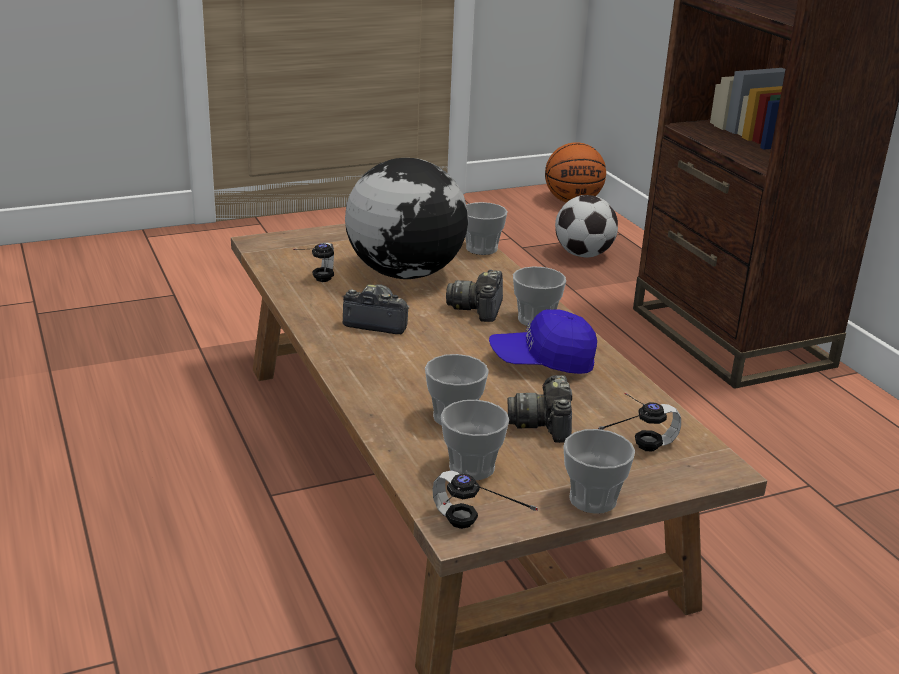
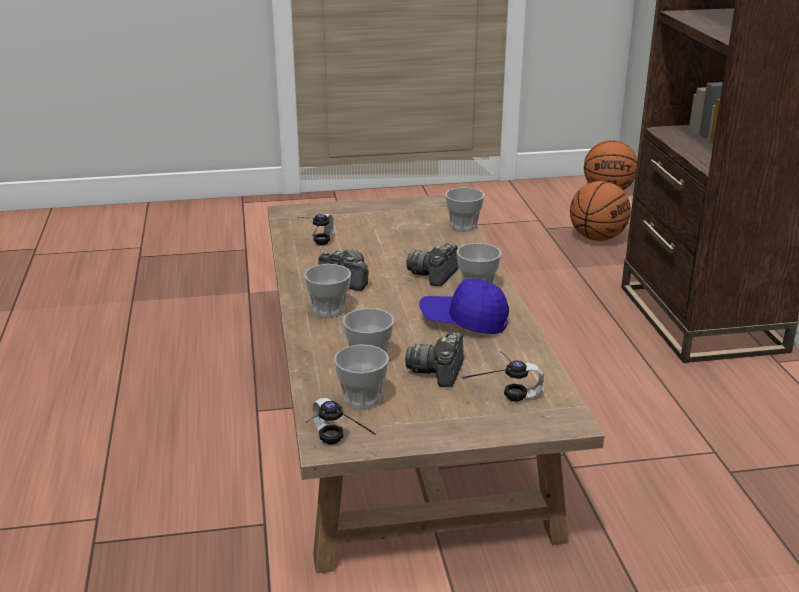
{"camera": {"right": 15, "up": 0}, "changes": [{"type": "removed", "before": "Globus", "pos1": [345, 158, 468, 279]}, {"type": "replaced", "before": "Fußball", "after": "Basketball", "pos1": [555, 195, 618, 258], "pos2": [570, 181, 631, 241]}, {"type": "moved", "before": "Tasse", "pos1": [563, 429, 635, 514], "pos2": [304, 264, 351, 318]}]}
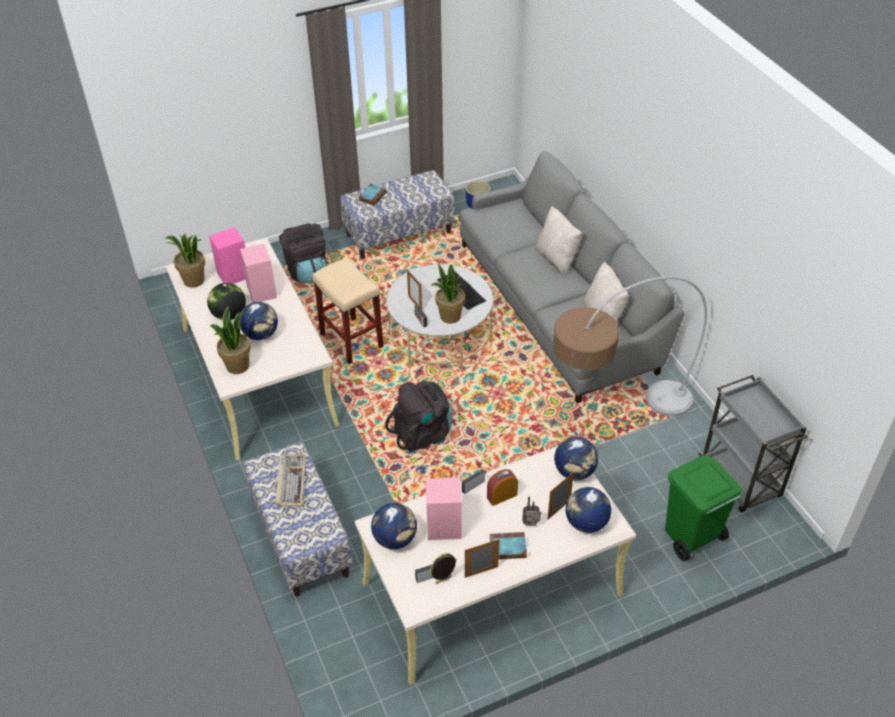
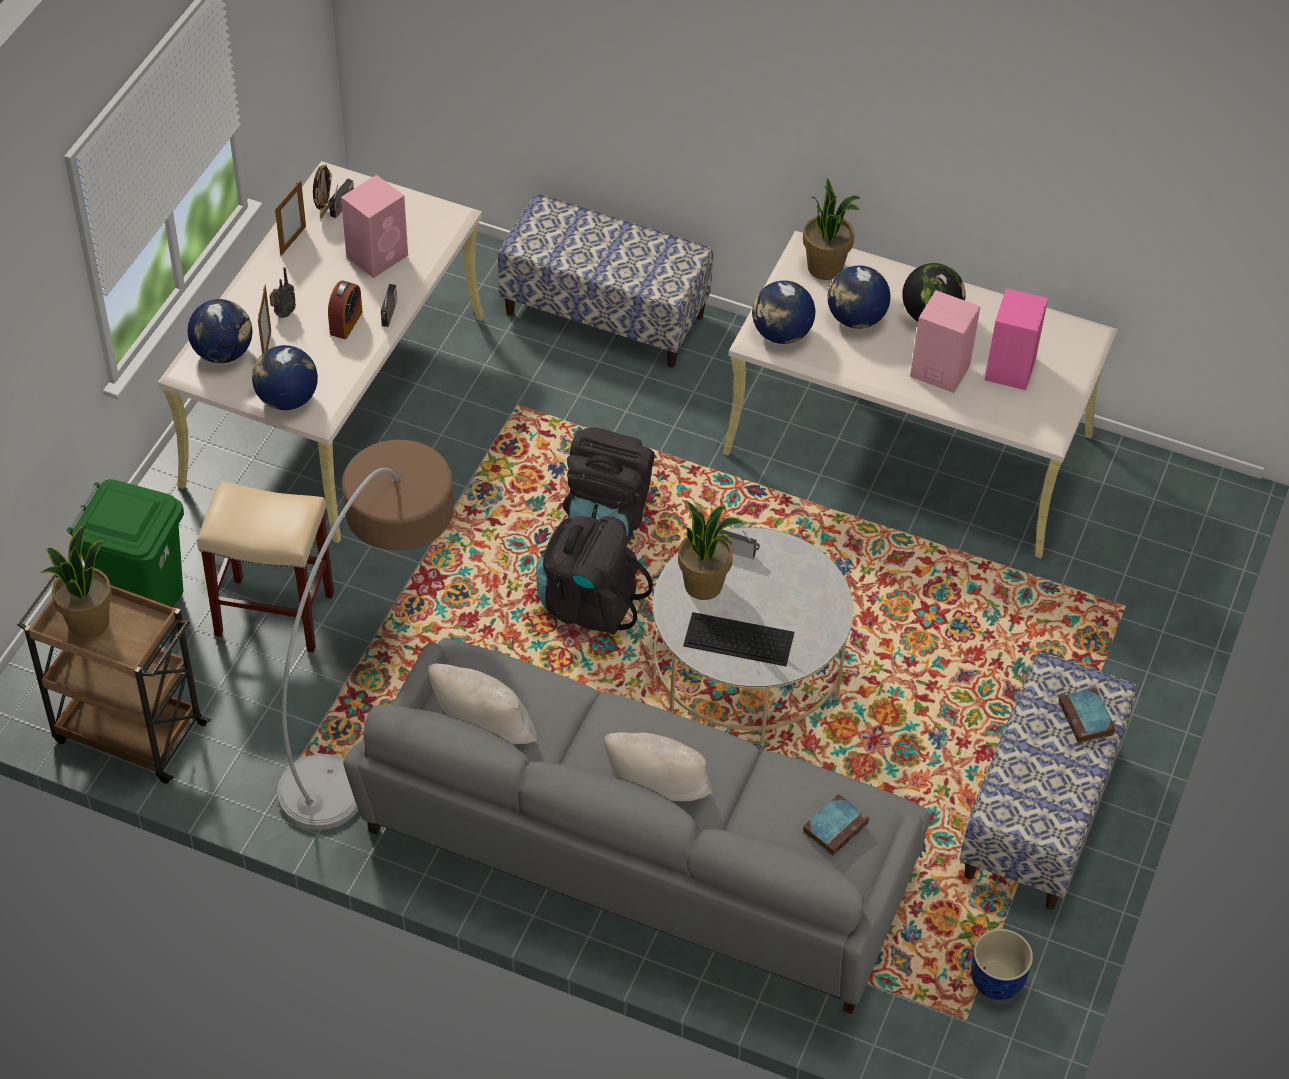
{"camera": {"right": 135, "up": 5}, "changes": [{"type": "moved", "before": "Topfpflanze", "pos1": [165, 234, 205, 288], "pos2": [41, 524, 112, 639]}, {"type": "removed", "before": "Tastatur", "pos1": [275, 454, 306, 506]}, {"type": "moved", "before": "Rucksack [schwarz]", "pos1": [279, 223, 328, 283], "pos2": [536, 516, 653, 635]}, {"type": "moved", "before": "Hocker [beige]", "pos1": [312, 258, 384, 364], "pos2": [197, 481, 334, 653]}, {"type": "moved", "before": "Globus", "pos1": [371, 503, 417, 549], "pos2": [752, 280, 815, 344]}, {"type": "removed", "before": "Bilderrahmen", "pos1": [407, 269, 422, 309]}, {"type": "moved", "before": "Buch", "pos1": [490, 532, 527, 560], "pos2": [803, 794, 869, 856]}, {"type": "recoloured", "before": "Rollwagen [grau]", "after": "Rollwagen [braun]", "pos1": [698, 375, 808, 513], "pos2": [17, 575, 211, 784]}]}
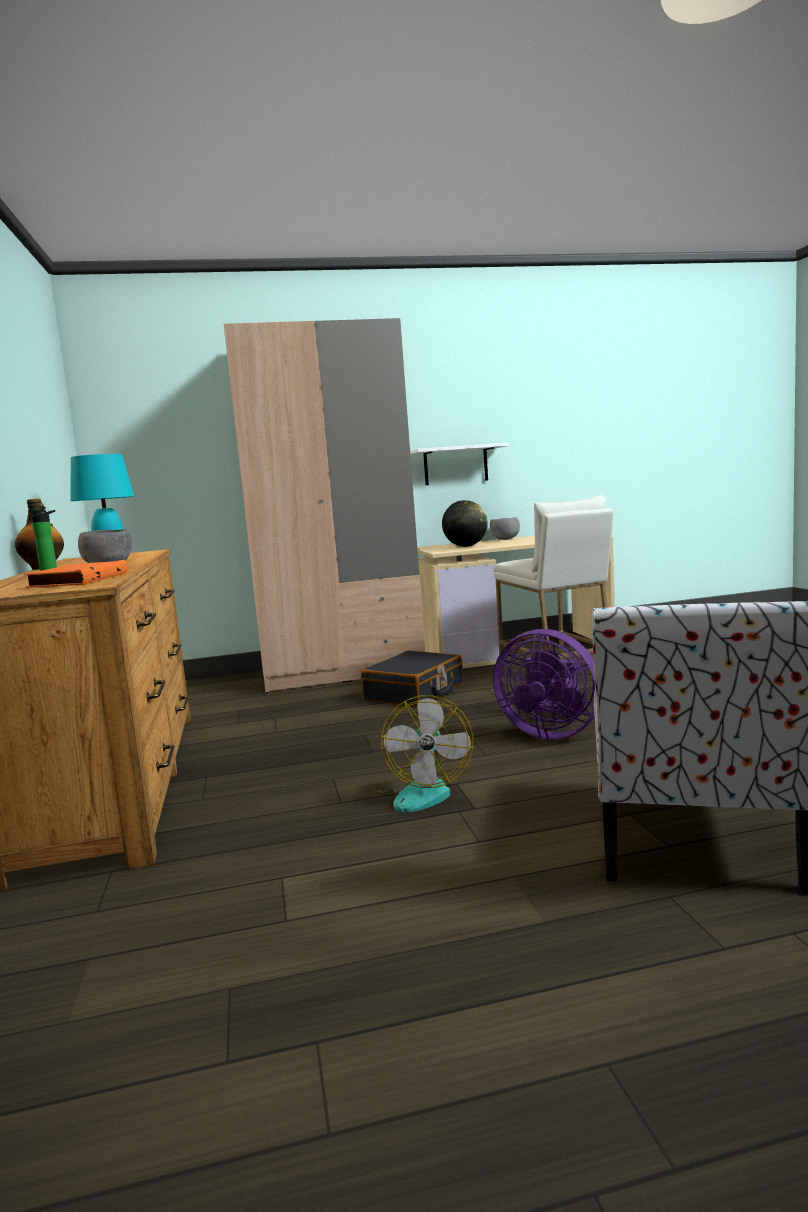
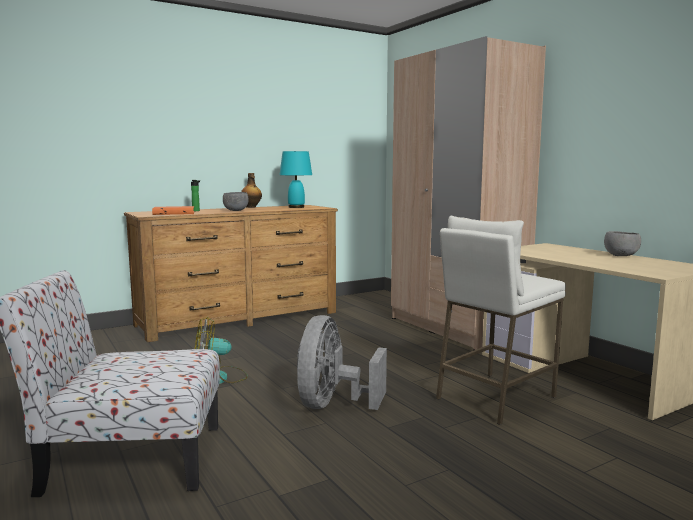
{"camera": {"right": 70, "up": 0}, "changes": [{"type": "removed", "before": "Koffer [schwarz]", "pos1": [361, 650, 463, 707]}, {"type": "removed", "before": "Wandregal [weiß]", "pos1": [410, 443, 509, 485]}, {"type": "removed", "before": "Globus", "pos1": [442, 500, 488, 547]}, {"type": "recoloured", "before": "Ventilator [lila]", "after": "Ventilator [grau]", "pos1": [493, 629, 595, 740], "pos2": [297, 315, 387, 410]}]}
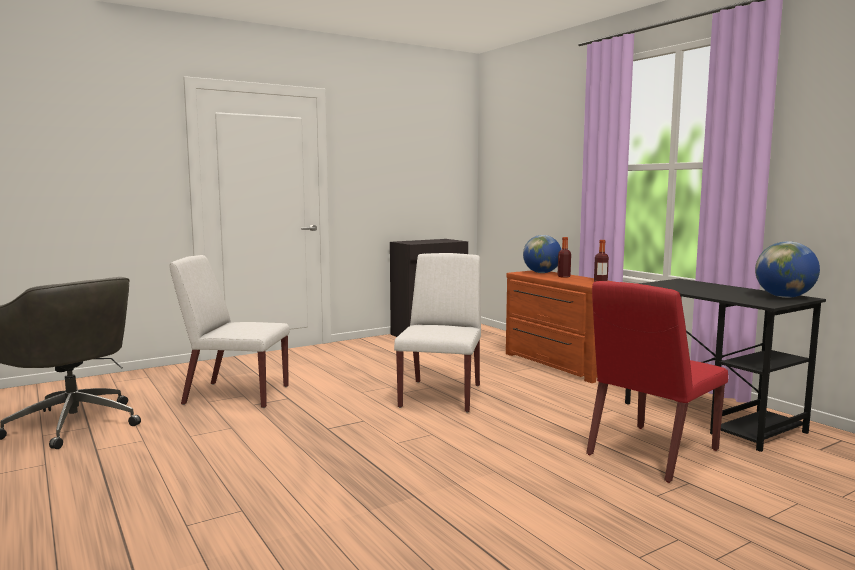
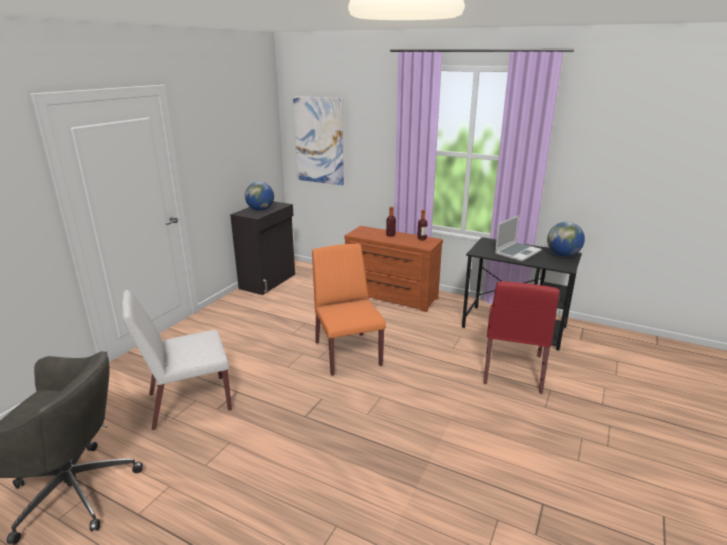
{"camera": {"right": -30, "up": 15}, "changes": [{"type": "recoloured", "before": "Stuhl [weiß]", "after": "Stuhl [orange]", "pos1": [394, 253, 481, 413], "pos2": [312, 244, 386, 376]}, {"type": "moved", "before": "Globus", "pos1": [523, 235, 561, 273], "pos2": [245, 182, 274, 211]}, {"type": "added", "after": "Bild", "pos2": [293, 96, 344, 186]}, {"type": "added", "after": "Laptop", "pos2": [495, 215, 542, 262]}]}
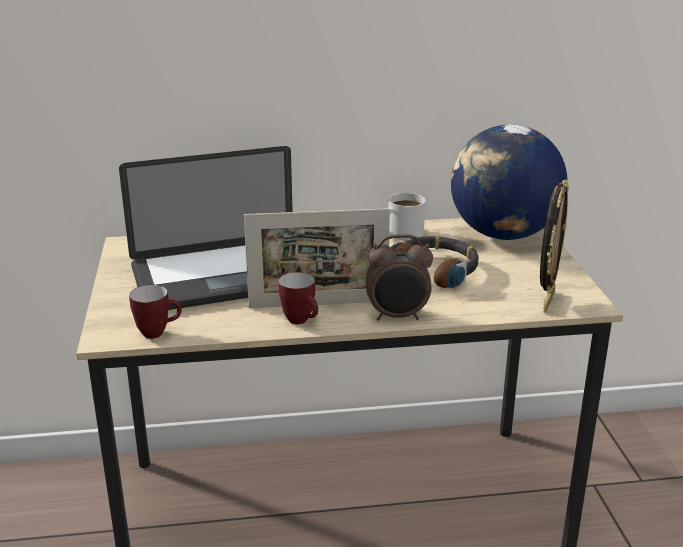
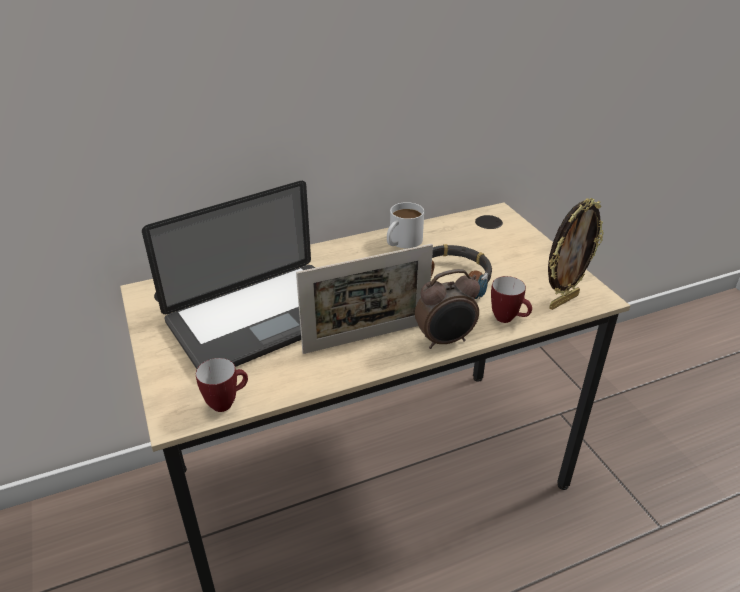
{"camera": {"right": -15, "up": 10}, "changes": [{"type": "moved", "before": "Henkelbecher", "pos1": [278, 272, 318, 324], "pos2": [491, 276, 532, 323]}, {"type": "removed", "before": "Globus", "pos1": [451, 125, 568, 240]}, {"type": "turned", "before": "Bilderrahmen", "pos1": [540, 179, 569, 313], "pos2": [548, 198, 603, 310], "turn": 45}]}
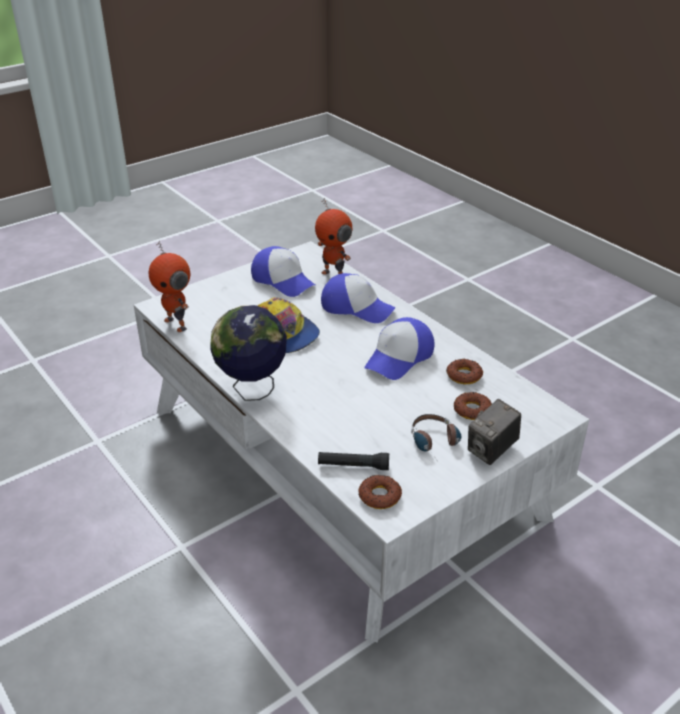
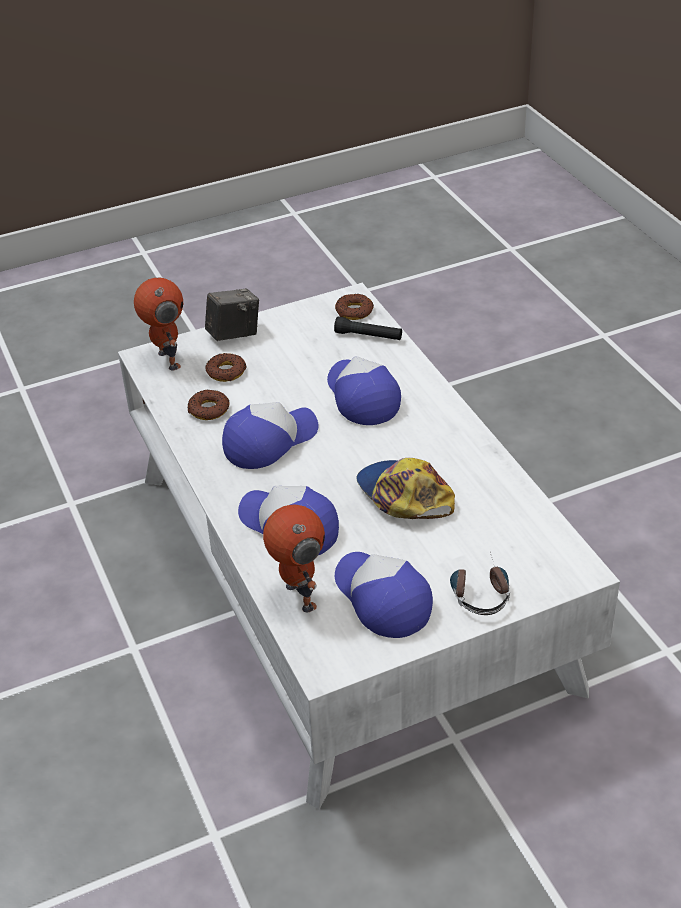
{"camera": {"right": -165, "up": 5}, "changes": [{"type": "moved", "before": "Spielzeugroboter", "pos1": [149, 241, 190, 332], "pos2": [134, 278, 183, 371]}, {"type": "removed", "before": "Globus", "pos1": [210, 305, 287, 401]}, {"type": "moved", "before": "Kopfhörer", "pos1": [411, 414, 461, 456], "pos2": [450, 552, 510, 615]}, {"type": "added", "after": "Kappe", "pos2": [327, 356, 401, 425]}]}
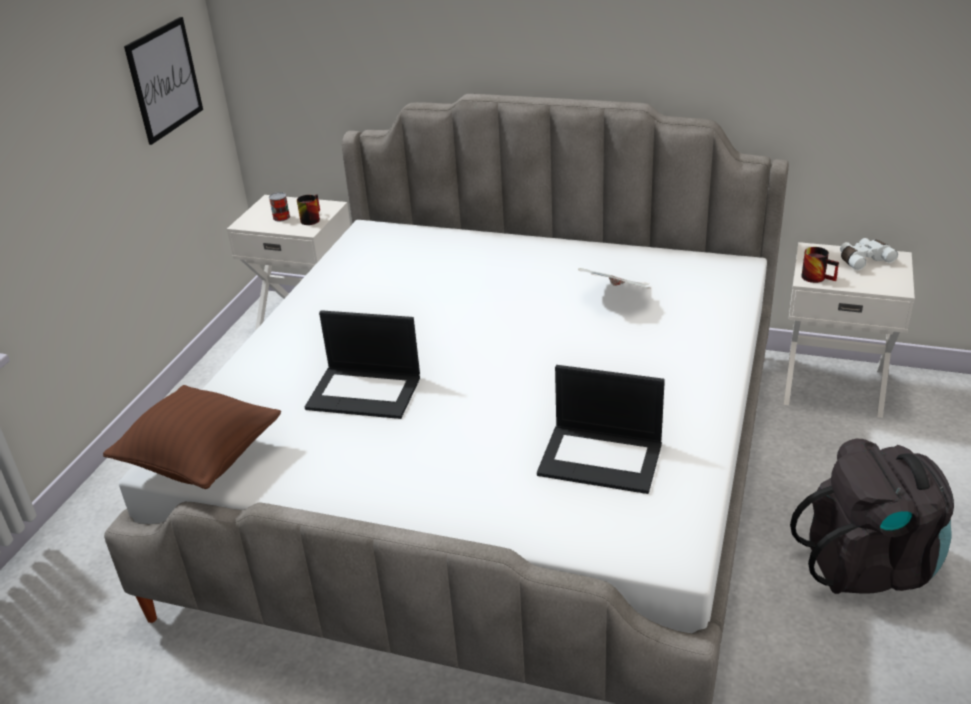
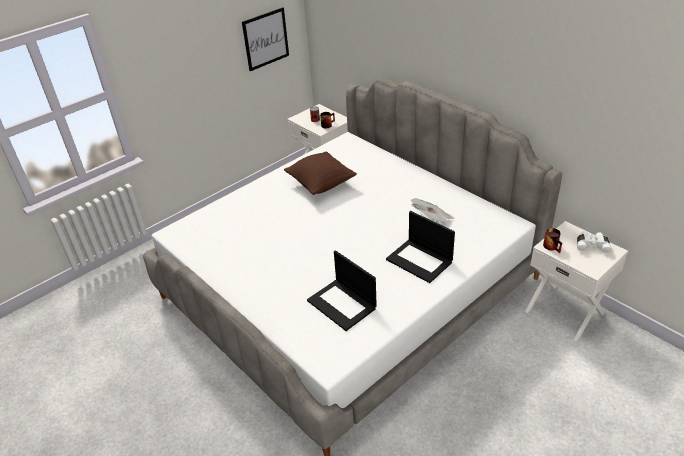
{"camera": {"right": 30, "up": 5}, "changes": [{"type": "moved", "before": "Kissen [braun]", "pos1": [103, 385, 281, 489], "pos2": [284, 151, 357, 195]}, {"type": "moved", "before": "Laptop", "pos1": [305, 310, 420, 419], "pos2": [386, 211, 455, 283]}, {"type": "removed", "before": "Rucksack [schwarz]", "pos1": [790, 439, 954, 594]}]}
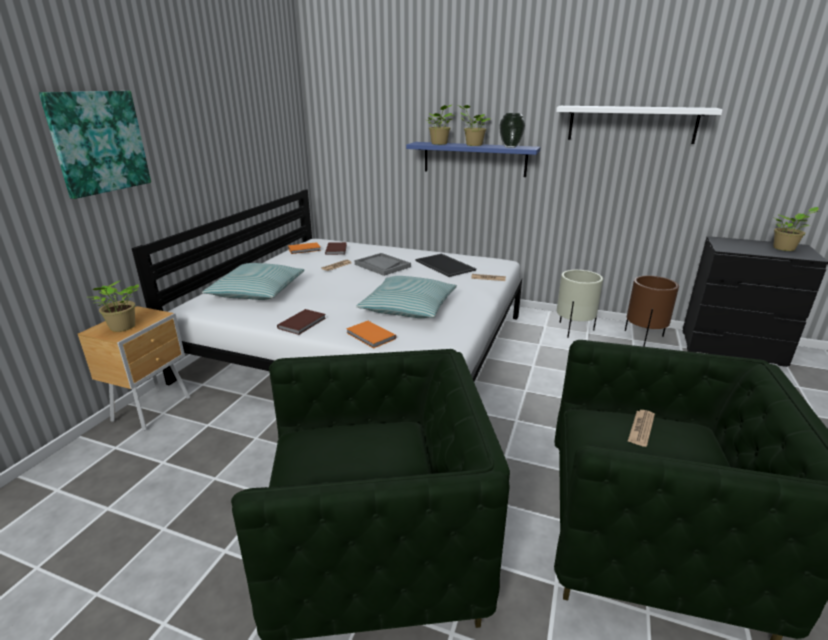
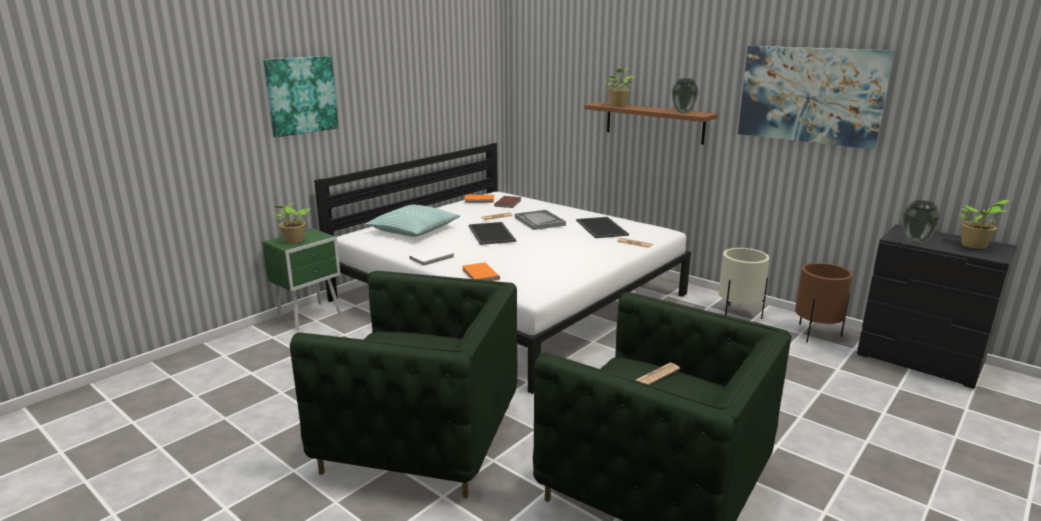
{"camera": {"right": 20, "up": -5}, "changes": [{"type": "recoloured", "before": "Nachttisch [braun]", "after": "Nachttisch [grün]", "pos1": [78, 306, 190, 431], "pos2": [262, 228, 341, 330]}, {"type": "recoloured", "before": "Buch [braun]", "after": "Buch [weiß]", "pos1": [277, 309, 326, 335], "pos2": [409, 247, 454, 266]}, {"type": "removed", "before": "Kissen", "pos1": [356, 276, 457, 318]}, {"type": "recoloured", "before": "Wandregal [blau]", "after": "Wandregal [braun]", "pos1": [406, 142, 541, 177], "pos2": [584, 102, 718, 145]}, {"type": "removed", "before": "Topfpflanze", "pos1": [458, 105, 491, 146]}, {"type": "replaced", "before": "Wandregal [weiß]", "after": "Bild", "pos1": [556, 106, 723, 144], "pos2": [738, 46, 894, 150]}, {"type": "added", "after": "Tablett", "pos2": [469, 222, 516, 245]}, {"type": "added", "after": "Vase", "pos2": [902, 200, 940, 244]}]}
